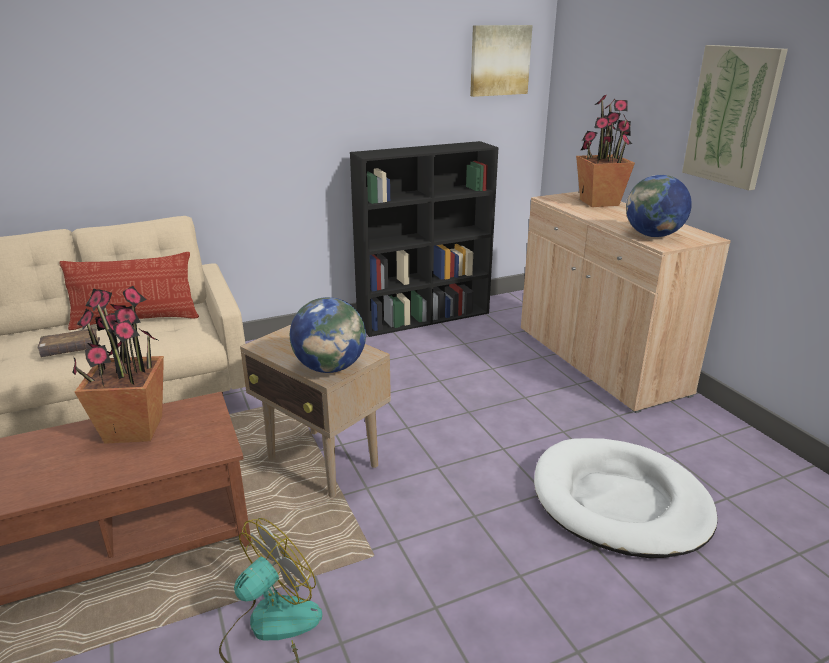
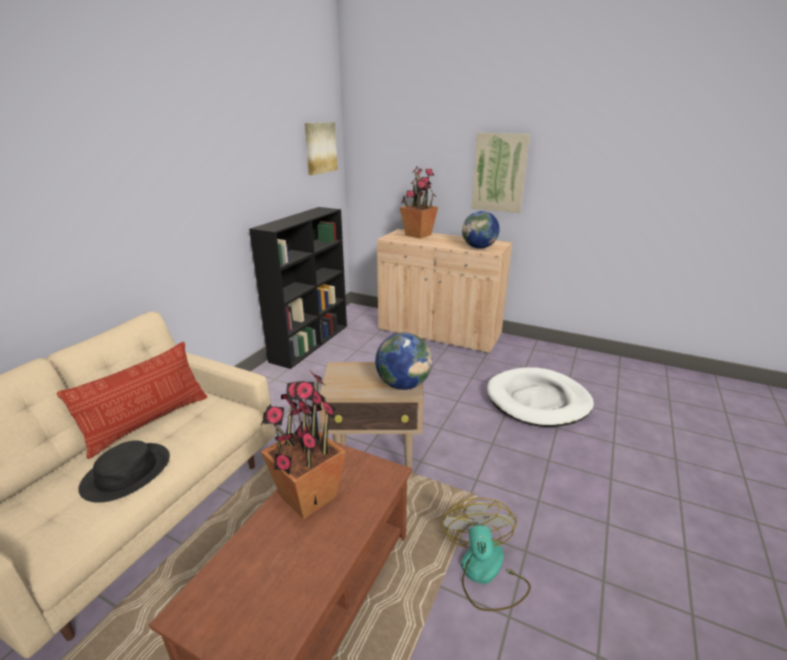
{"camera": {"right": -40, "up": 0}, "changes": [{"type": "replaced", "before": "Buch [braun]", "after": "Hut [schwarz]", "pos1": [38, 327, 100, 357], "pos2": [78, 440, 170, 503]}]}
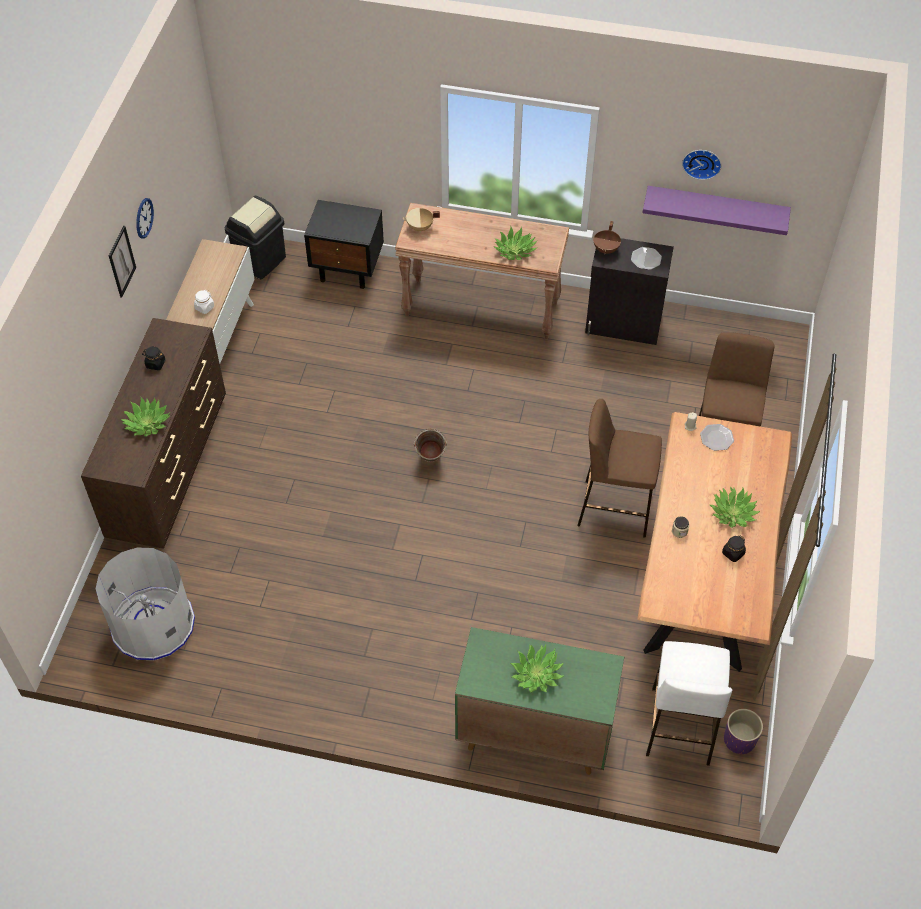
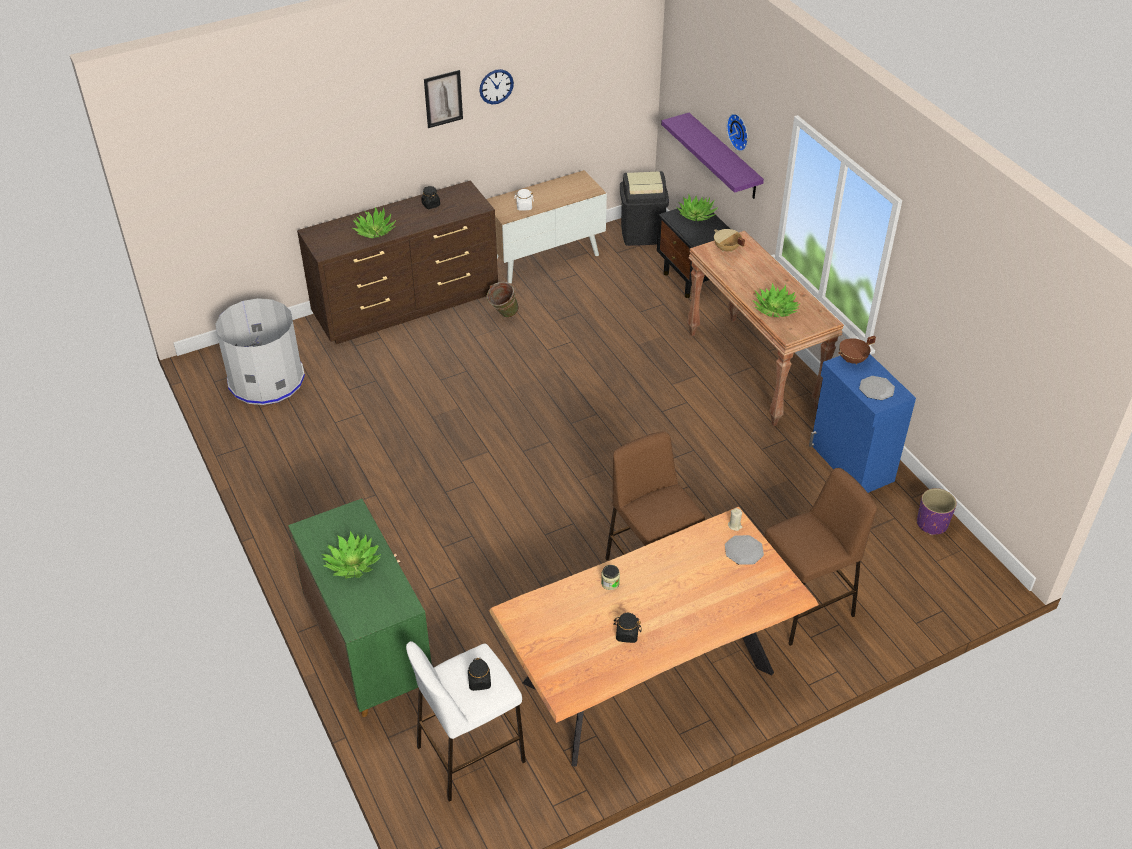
{"camera": {"right": 50, "up": -10}, "changes": [{"type": "moved", "before": "Eimer [grün]", "pos1": [414, 428, 447, 462], "pos2": [487, 282, 519, 318]}, {"type": "recoloured", "before": "Schrank [schwarz]", "after": "Schrank [blau]", "pos1": [585, 238, 674, 345], "pos2": [809, 354, 916, 493]}, {"type": "moved", "before": "Wandregal [lila]", "pos1": [642, 186, 791, 235], "pos2": [661, 113, 764, 199]}, {"type": "moved", "before": "Wanduhr", "pos1": [682, 150, 722, 180], "pos2": [727, 114, 748, 151]}, {"type": "moved", "before": "Topfpflanze", "pos1": [710, 486, 760, 528], "pos2": [676, 194, 718, 221]}, {"type": "moved", "before": "Pflanzkübel [lila]", "pos1": [724, 709, 763, 754], "pos2": [917, 488, 957, 535]}, {"type": "added", "after": "Vorratsglas [schwarz]", "pos2": [468, 658, 491, 691]}]}
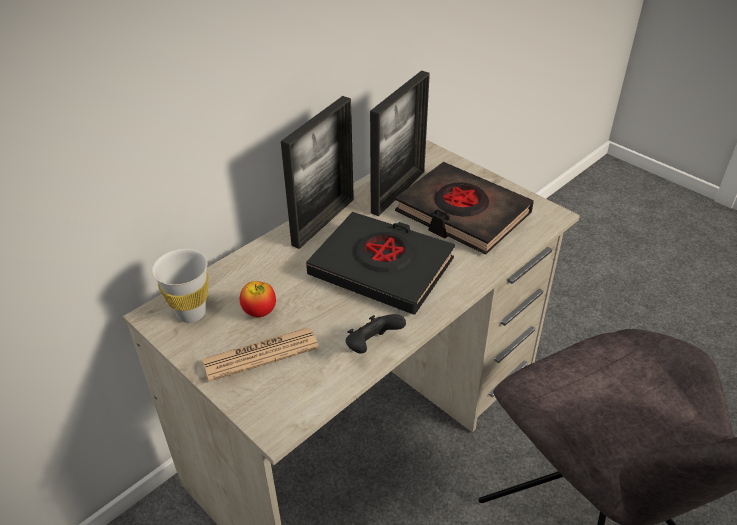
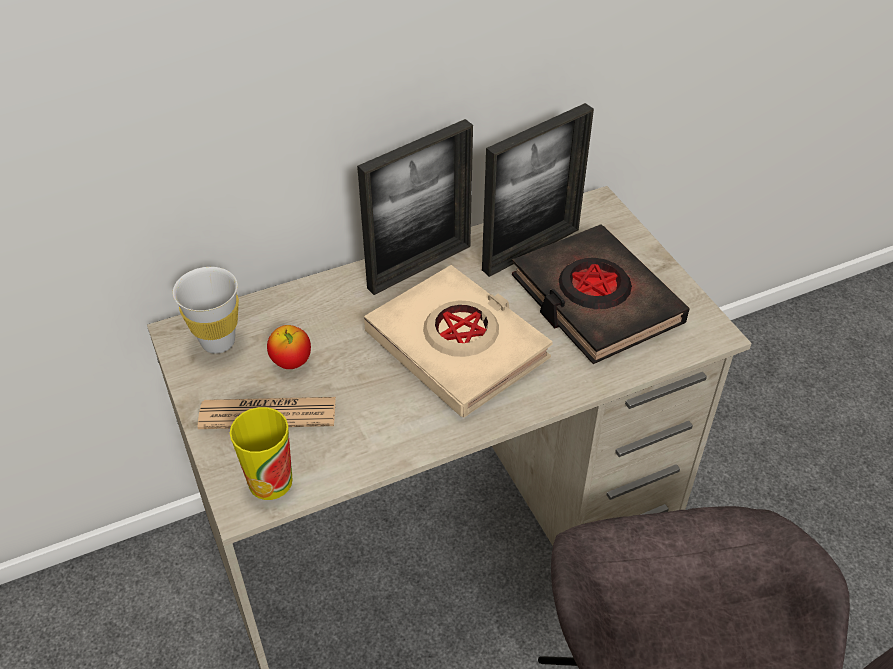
{"camera": {"right": 20, "up": 5}, "changes": [{"type": "recoloured", "before": "Buch [schwarz]", "after": "Buch [beige]", "pos1": [306, 212, 455, 315], "pos2": [364, 265, 553, 418]}, {"type": "removed", "before": "Gamepad [schwarz]", "pos1": [346, 314, 406, 354]}, {"type": "added", "after": "Tasse", "pos2": [230, 407, 292, 500]}]}
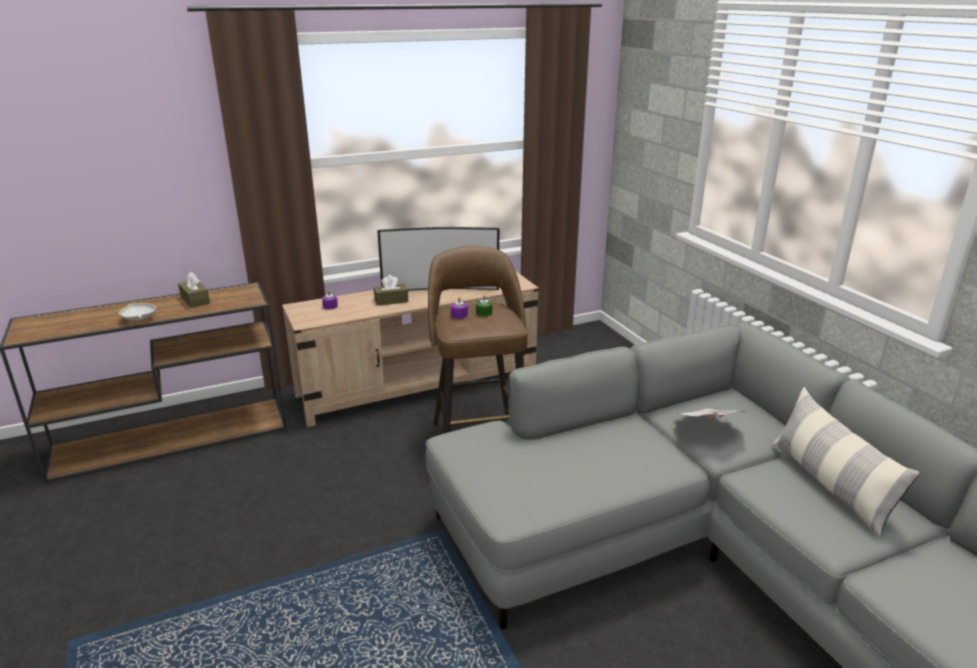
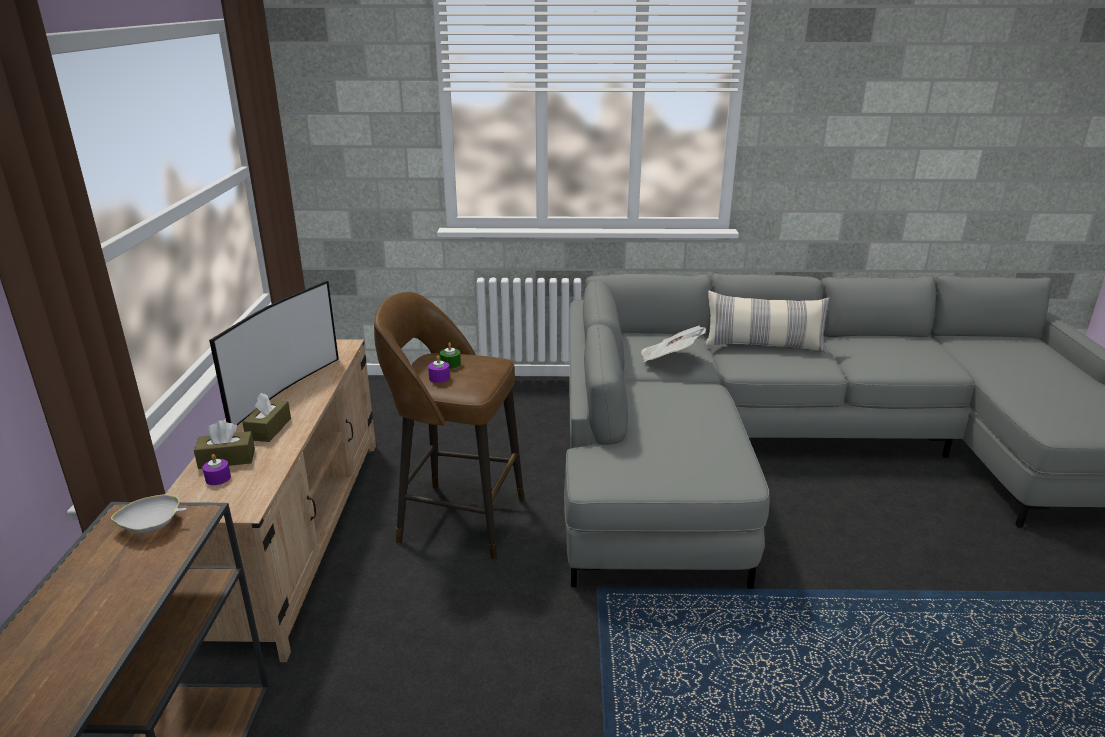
{"camera": {"right": -65, "up": 0}, "changes": [{"type": "moved", "before": "Schüssel [weiß]", "pos1": [119, 303, 156, 320], "pos2": [111, 494, 187, 533]}, {"type": "moved", "before": "Taschentuchbox [braun]", "pos1": [178, 272, 210, 308], "pos2": [194, 420, 255, 469]}]}
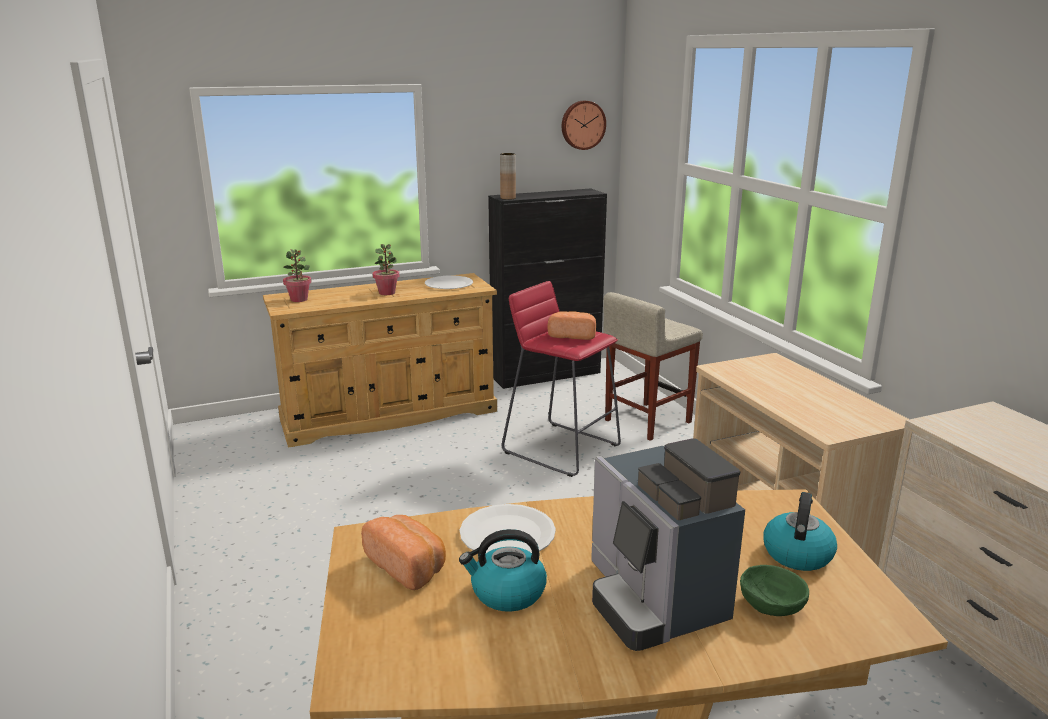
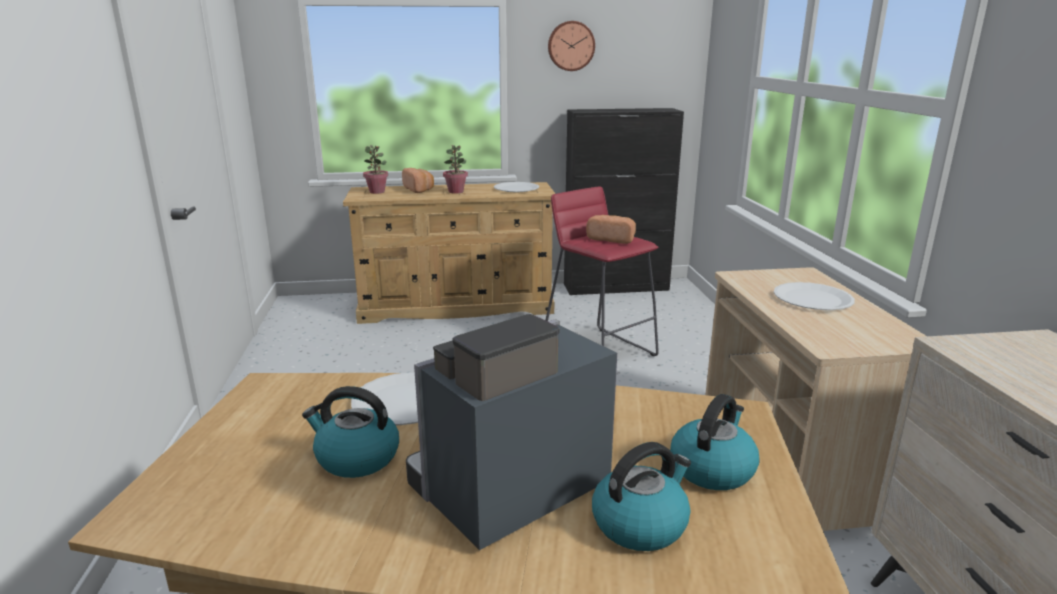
{"camera": {"right": 15, "up": 0}, "changes": [{"type": "moved", "before": "Brot", "pos1": [361, 515, 446, 590], "pos2": [402, 168, 434, 193]}, {"type": "removed", "before": "Vase [braun]", "pos1": [500, 153, 516, 200]}, {"type": "moved", "before": "Wanduhr", "pos1": [562, 101, 606, 150], "pos2": [548, 21, 595, 71]}, {"type": "turned", "before": "Kaffeemaschine", "pos1": [591, 438, 745, 651], "pos2": [406, 314, 617, 550], "turn": 60}, {"type": "removed", "before": "Hocker [beige]", "pos1": [603, 292, 703, 441]}, {"type": "replaced", "before": "Schüssel [grün]", "after": "Wasserkessel", "pos1": [740, 565, 809, 616], "pos2": [592, 442, 691, 551]}, {"type": "added", "after": "Teller [weiß]", "pos2": [774, 282, 855, 310]}]}
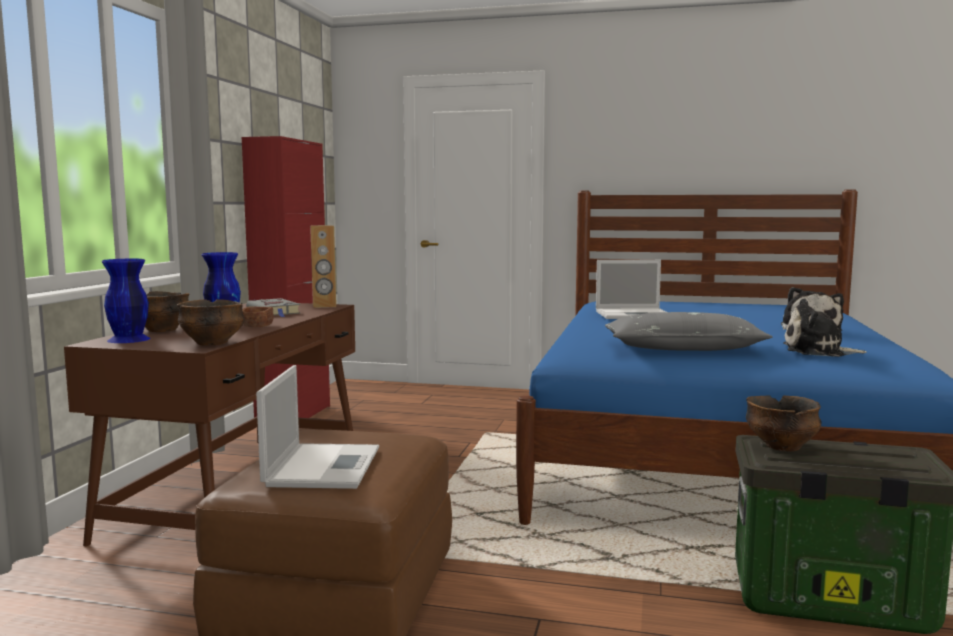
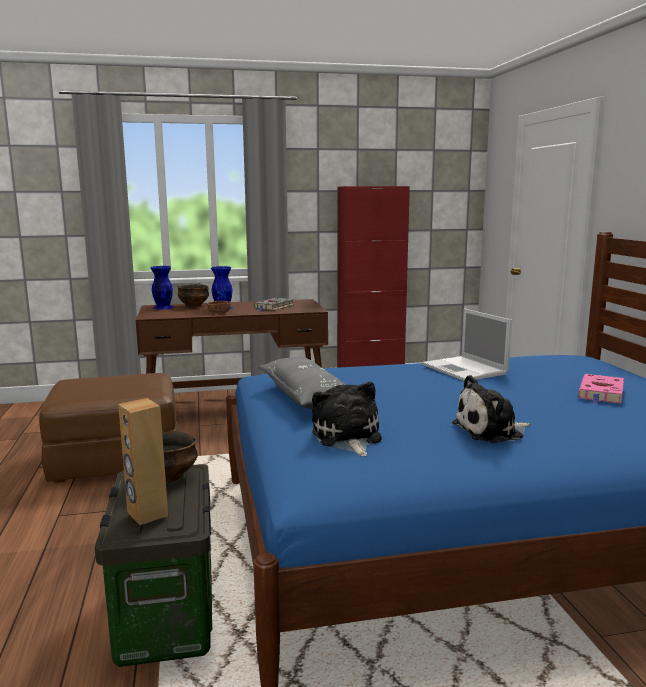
{"camera": {"right": 65, "up": 5}, "changes": [{"type": "removed", "before": "Schüssel", "pos1": [177, 299, 245, 346]}, {"type": "removed", "before": "Laptop", "pos1": [256, 365, 379, 489]}, {"type": "moved", "before": "Lautsprecher [braun]", "pos1": [310, 225, 336, 308], "pos2": [118, 398, 168, 525]}, {"type": "added", "after": "Buch [rosa]", "pos2": [578, 374, 624, 405]}]}
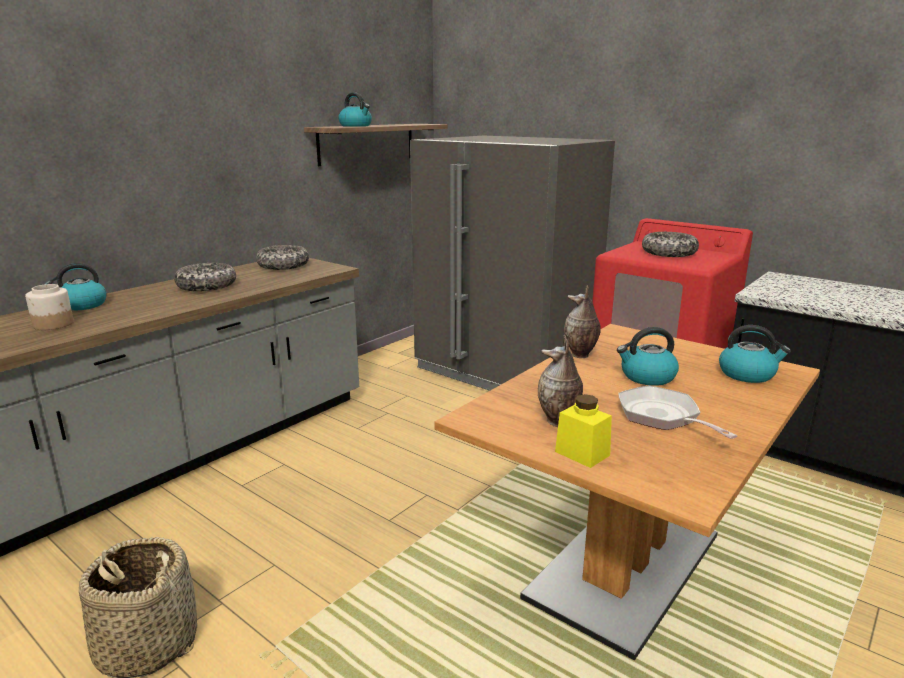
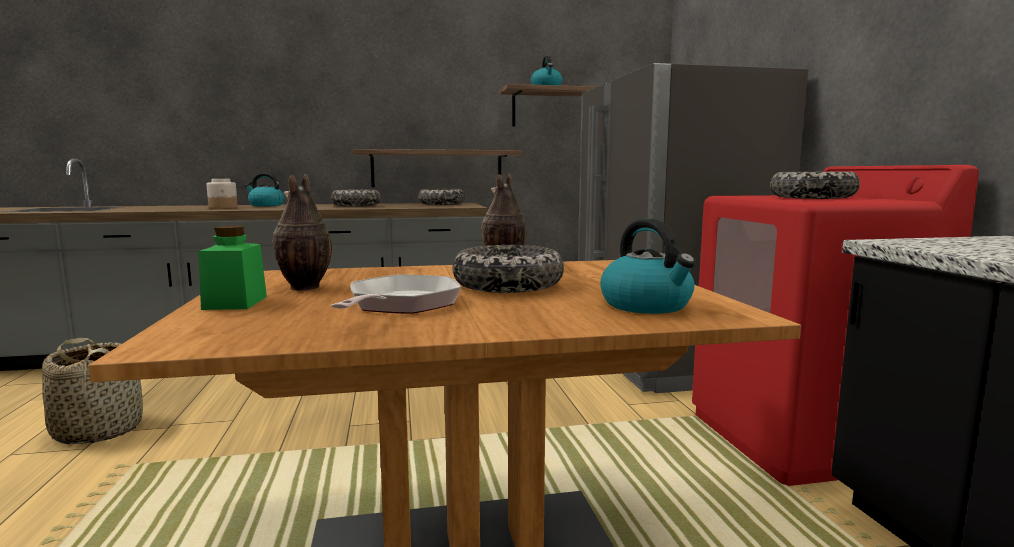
{"camera": {"right": 40, "up": -10}, "changes": [{"type": "recoloured", "before": "Vorratsglas [gelb]", "after": "Vorratsglas [grün]", "pos1": [555, 394, 612, 468], "pos2": [198, 226, 267, 310]}, {"type": "replaced", "before": "Wasserkessel", "after": "Schüssel", "pos1": [617, 327, 679, 386], "pos2": [452, 245, 564, 293]}, {"type": "added", "after": "Wandregal", "pos2": [353, 149, 522, 187]}]}
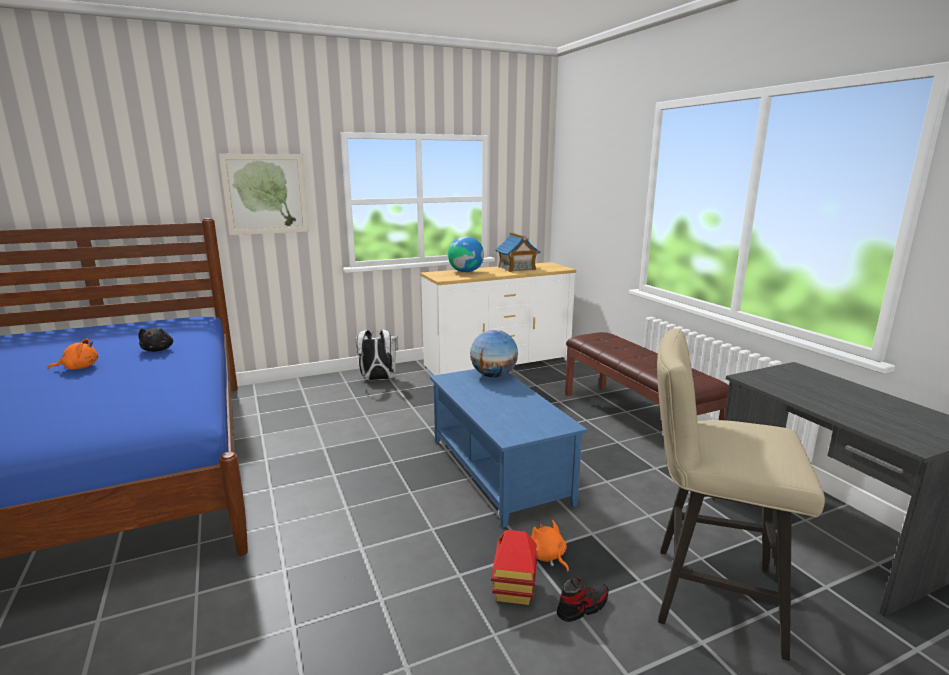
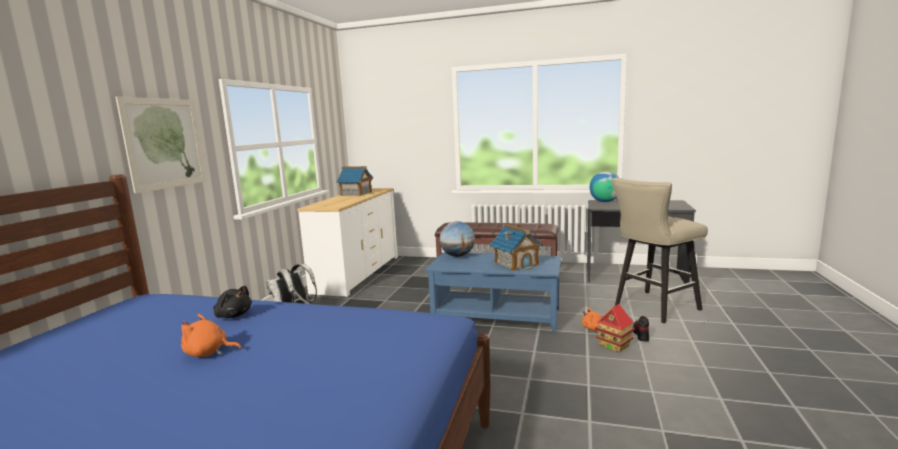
{"camera": {"right": -50, "up": -5}, "changes": [{"type": "turned", "before": "Plüschtier [orange]", "pos1": [47, 338, 98, 370], "pos2": [181, 314, 241, 357], "turn": -105}, {"type": "moved", "before": "Globus", "pos1": [448, 237, 484, 272], "pos2": [590, 172, 619, 202]}, {"type": "added", "after": "Spielzeughaus", "pos2": [490, 224, 543, 271]}]}
